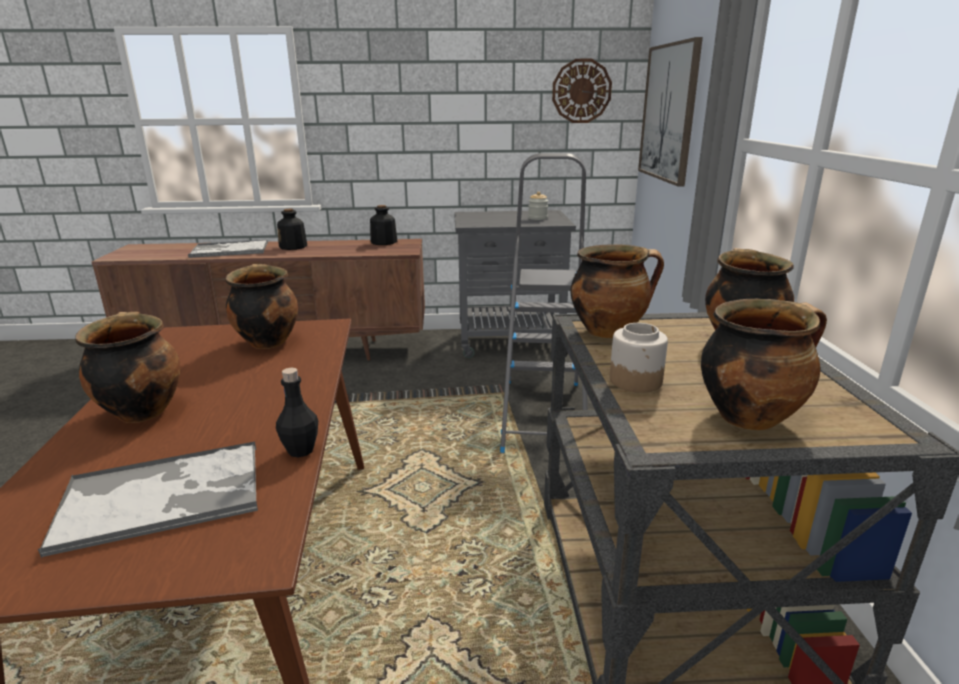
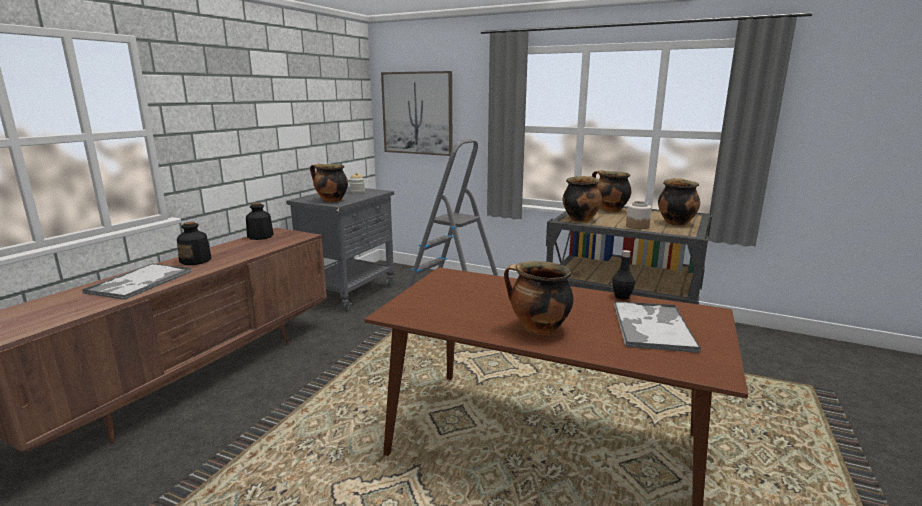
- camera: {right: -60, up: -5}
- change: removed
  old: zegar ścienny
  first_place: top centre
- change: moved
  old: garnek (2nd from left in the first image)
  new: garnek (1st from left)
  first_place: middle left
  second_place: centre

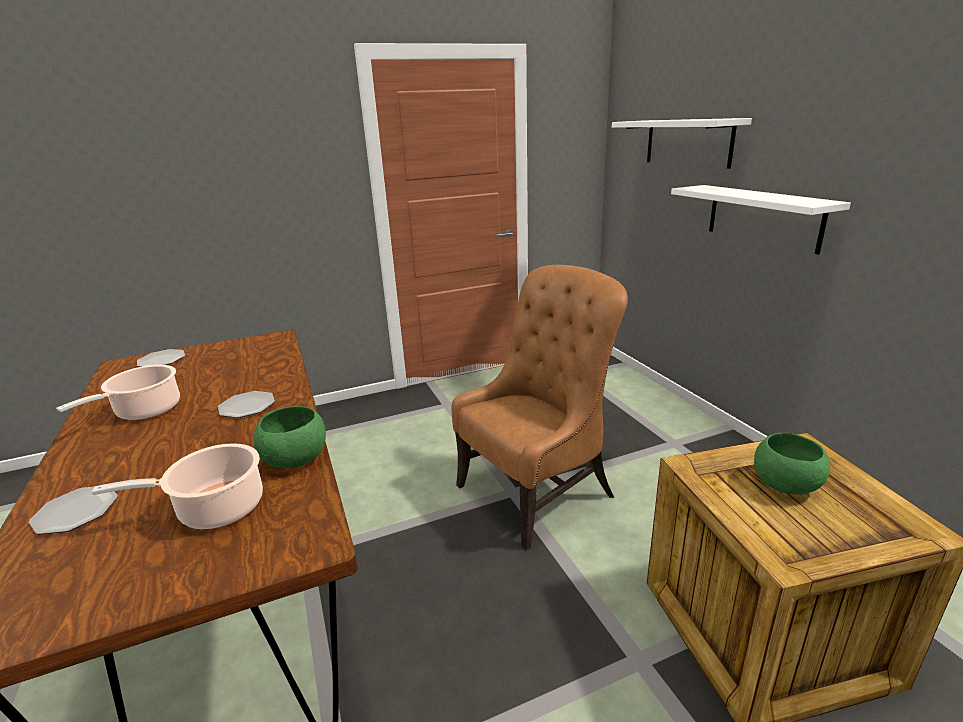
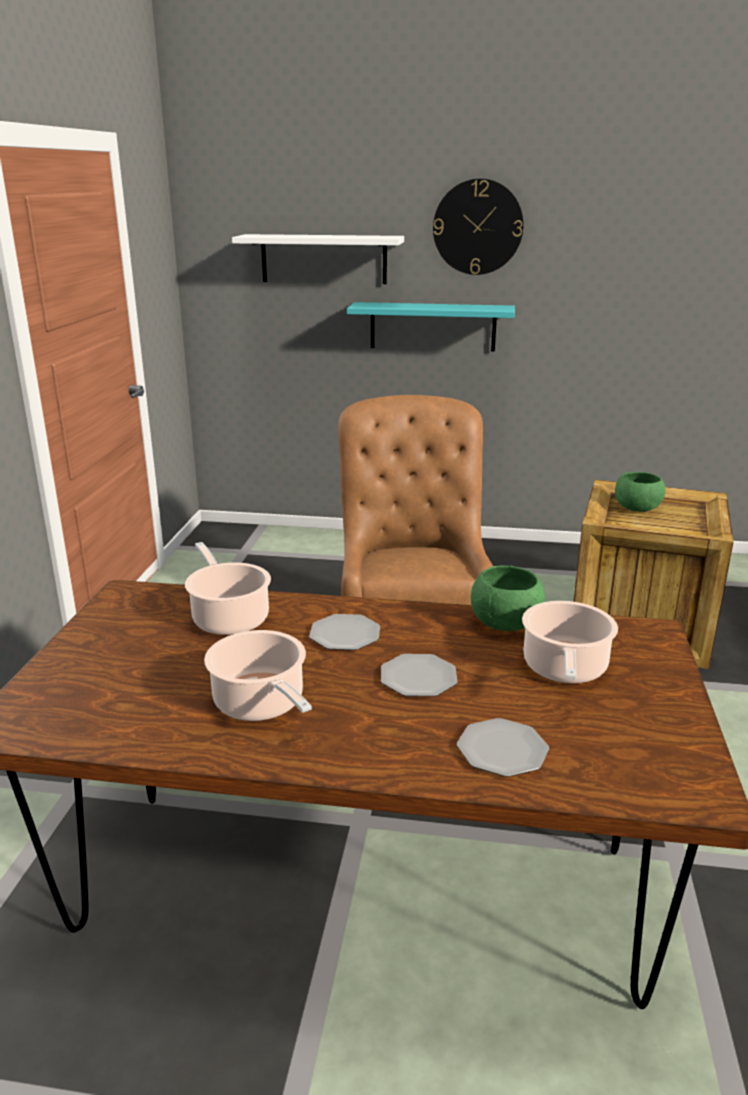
- camera: {right: -60, up: 0}
- change: recoloured
  old: półka (biały) (2nd from left)
  new: półka (turkusowy)
  first_place: top right
  second_place: top centre
- change: moved
  old: talerz (2nd from left)
  first_place: middle left
  second_place: centre
- change: added
  new: zegar ścienny
  second_place: top centre
- change: added
  new: garnek (1st from left)
  second_place: middle left

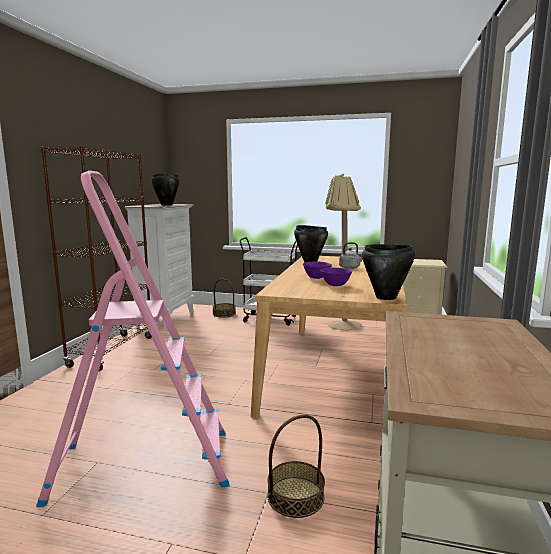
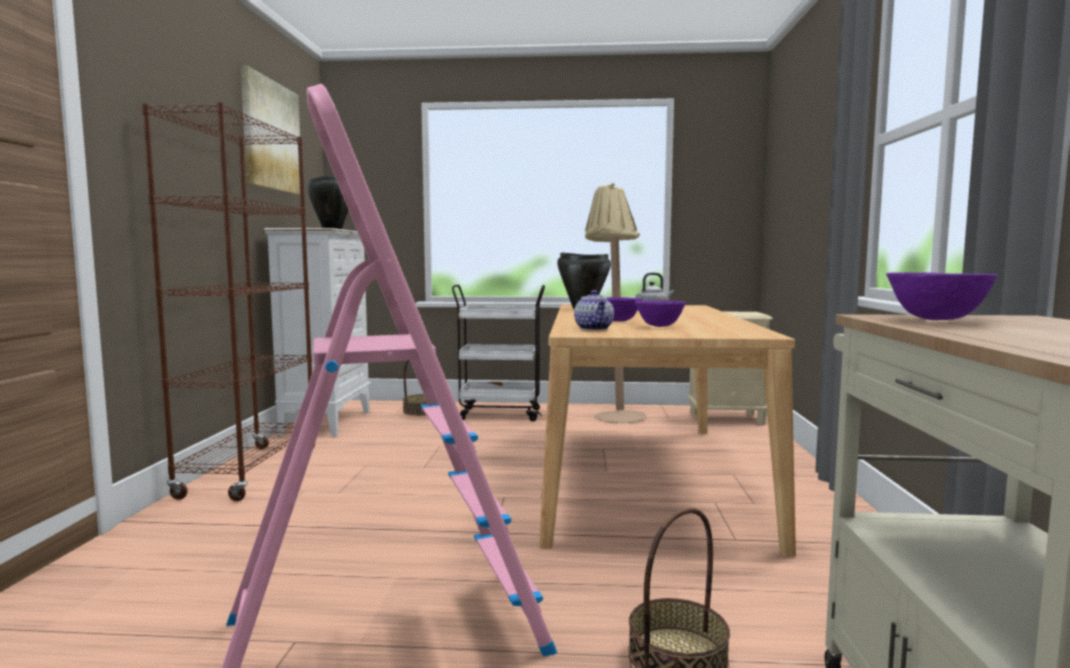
- camera: {right: -10, up: -5}
- change: removed
  old: garnek (czarny) (3rd from left)
  first_place: middle right
- change: added
  new: obraz
  second_place: top left
- change: added
  new: miska (fioletowy) (3rd from left)
  second_place: middle right
- change: added
  new: imbryk
  second_place: centre

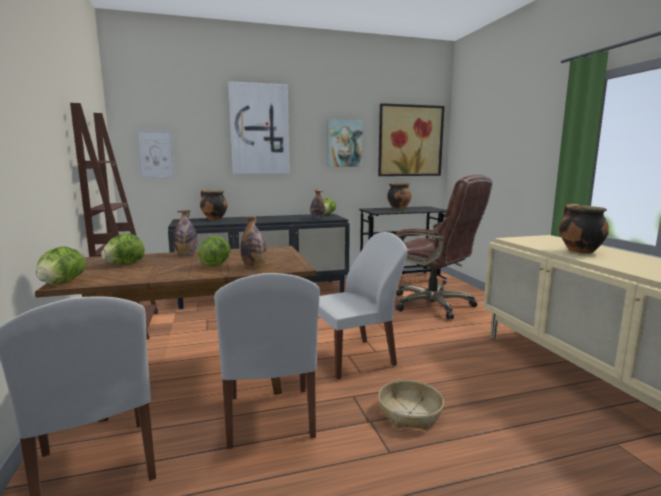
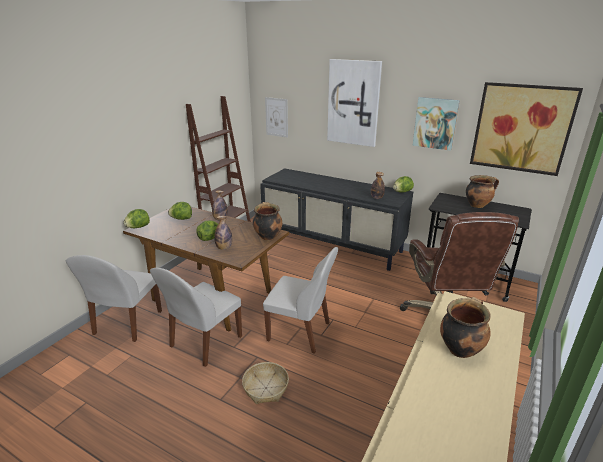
- camera: {right: 45, up: 15}
- change: moved
  old: garnek (1st from left)
  first_place: middle left
  second_place: centre

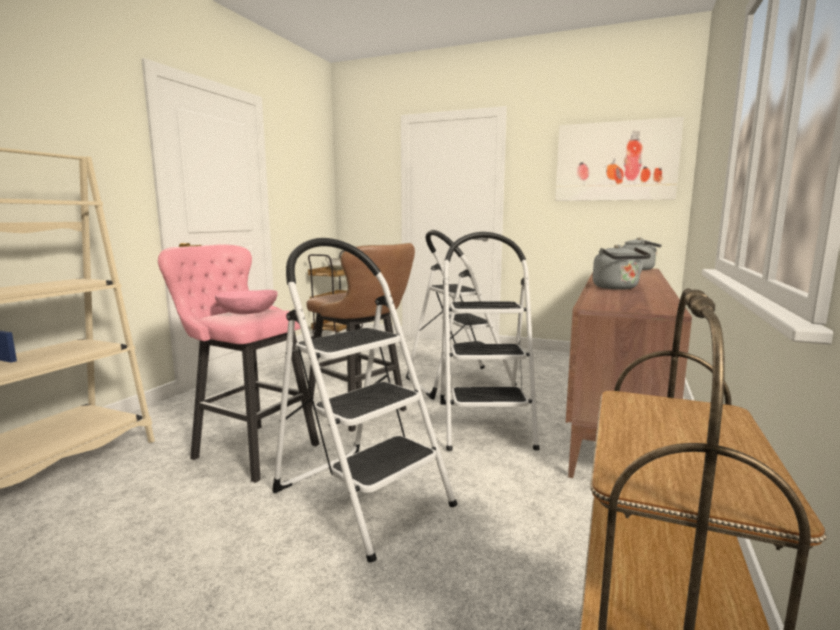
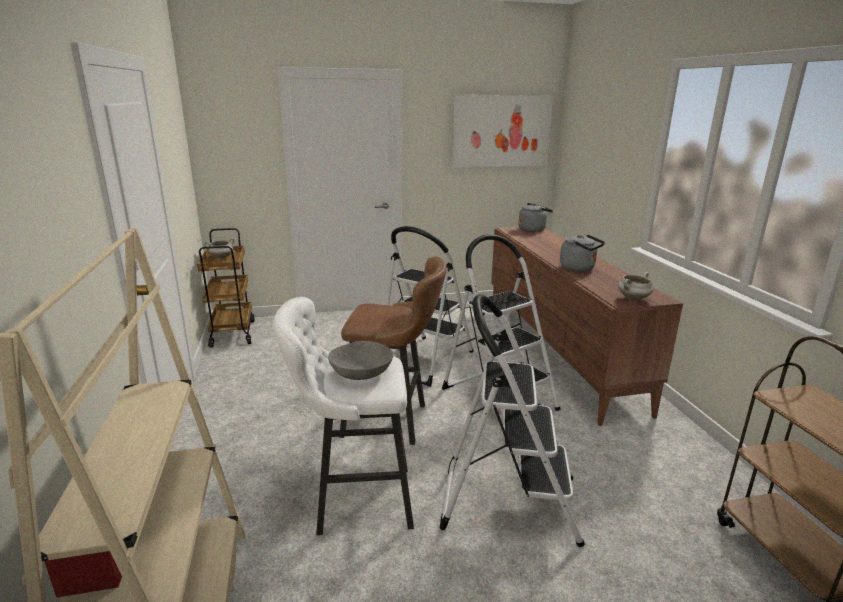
- camera: {right: -35, up: 10}
- change: recoloured
  old: stołek (różowy)
  new: stołek (biały)
  first_place: middle left
  second_place: bottom centre
- change: recoloured
  old: miska (różowy)
  new: miska (szary)
  first_place: middle left
  second_place: centre
- change: added
  new: garnek (biały) (2nd from left)
  second_place: middle right

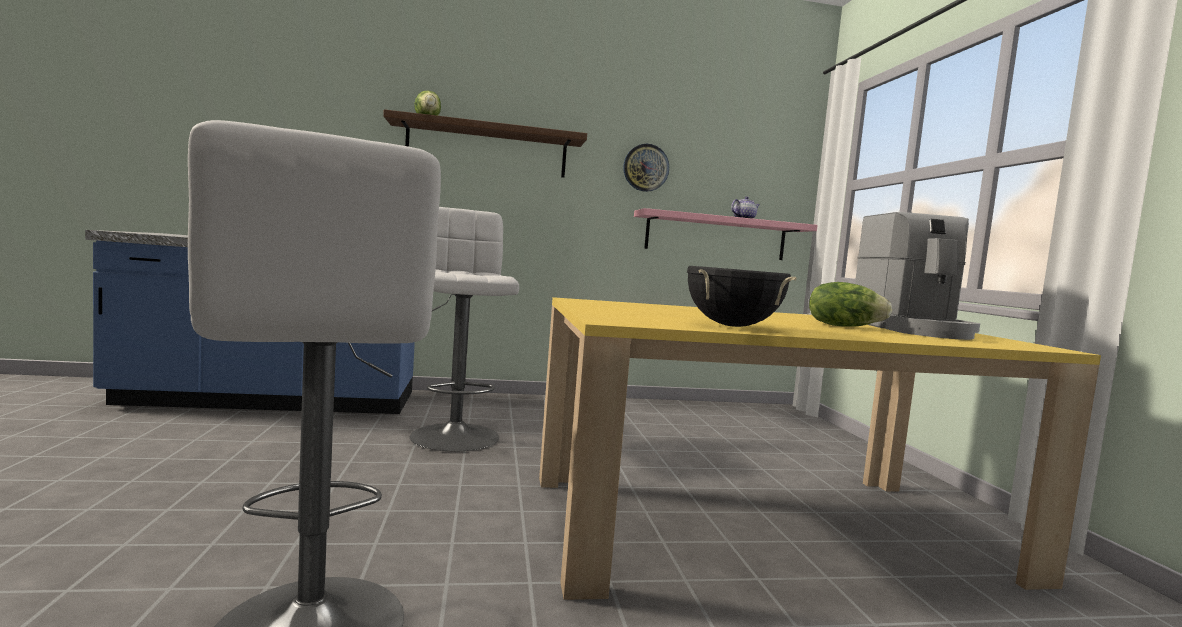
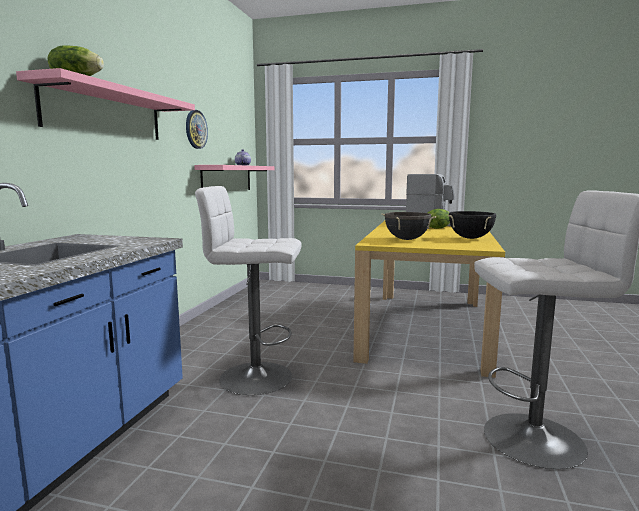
- camera: {right: -65, up: 5}
- change: recoloured
  old: półka (brązowy)
  new: półka (różowy) (1st from left)
  first_place: top centre
  second_place: top left
- change: added
  new: garnek (czarny) (1st from left)
  second_place: centre

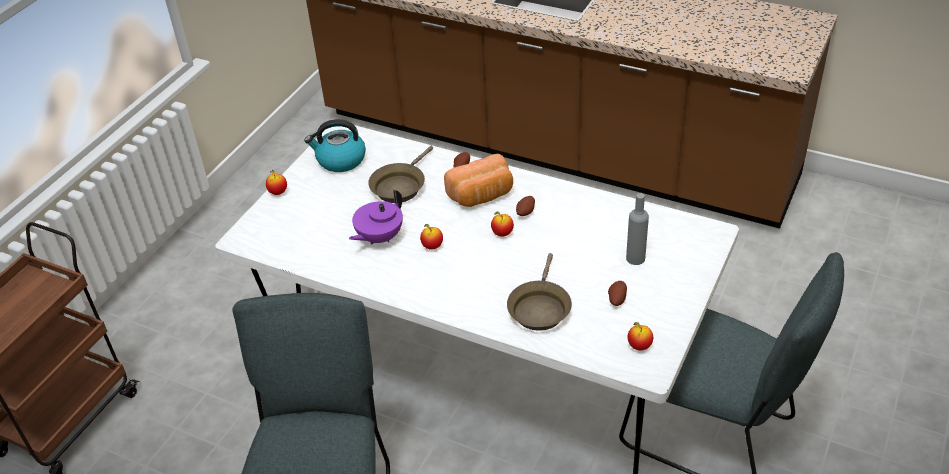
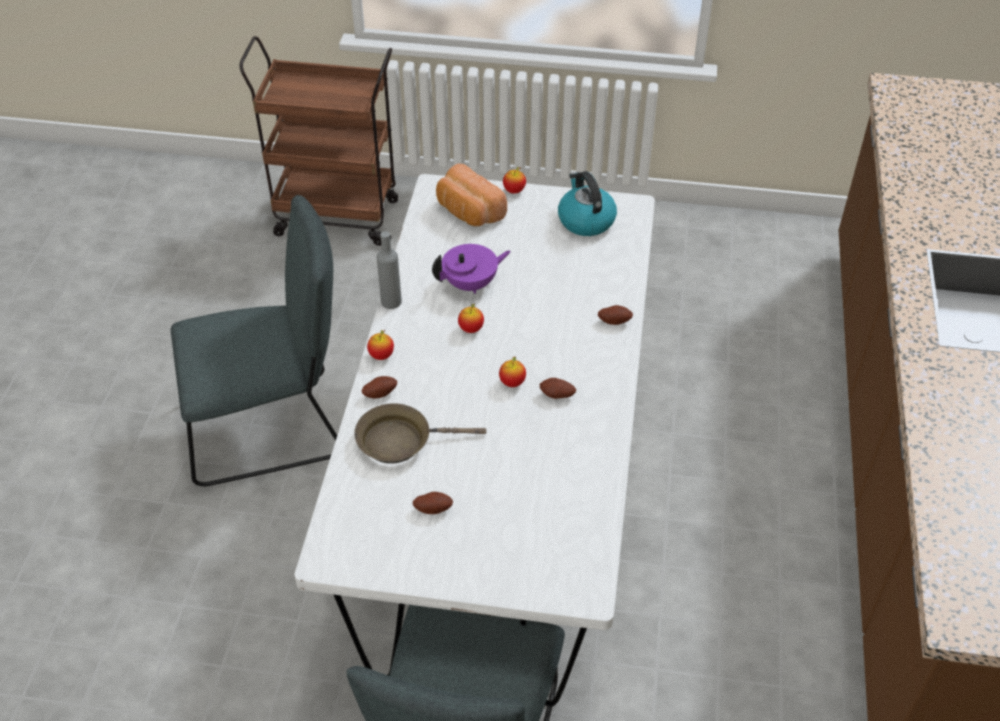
- camera: {right: 70, up: 5}
- change: removed
  old: patelnia (brązowy) (1st from left)
  first_place: centre
- change: moved
  old: chleb
  first_place: centre
  second_place: top centre
- change: turned
  old: imbryk (fioletowy)
  first_place: centre
  second_place: centre
  degrees: 135
- change: moved
  old: butelka (szary)
  first_place: middle right
  second_place: centre
- change: moved
  old: jabłko (4th from left in the first image)
  new: jabłko (1st from left)
  first_place: bottom right
  second_place: centre
- change: added
  new: ziemniak (1st from left)
  second_place: centre

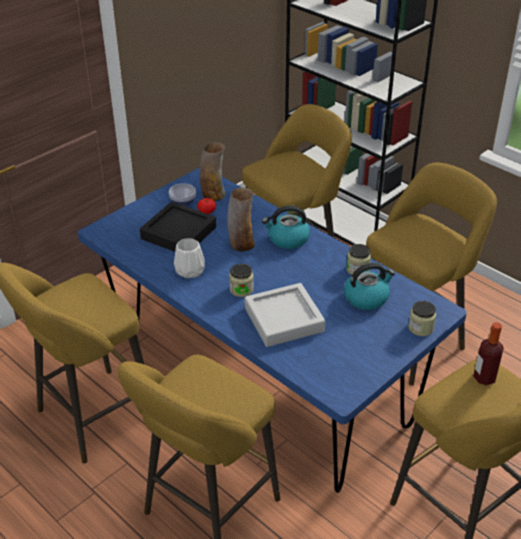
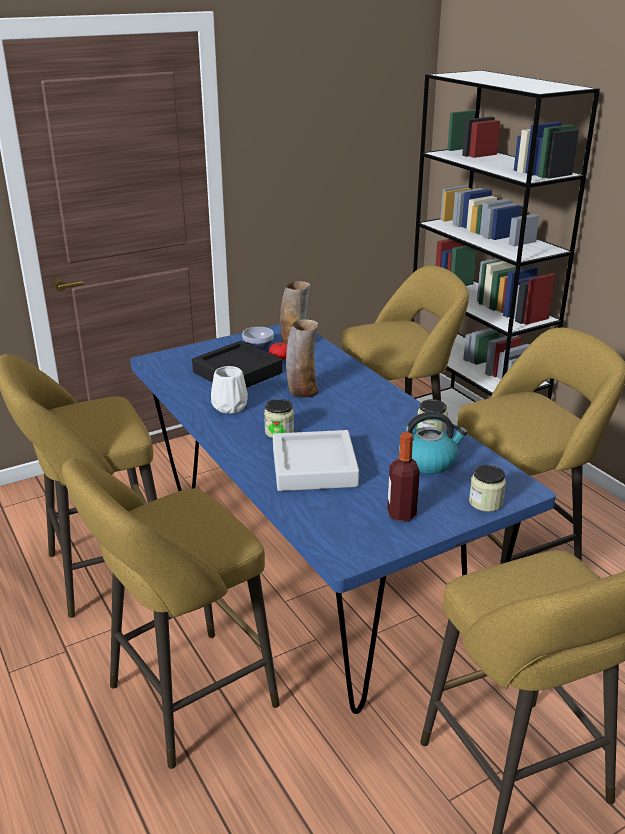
- camera: {right: 15, up: -10}
- change: removed
  old: czajnik (1st from left)
  first_place: centre
- change: moved
  old: butelka
  first_place: middle right
  second_place: centre

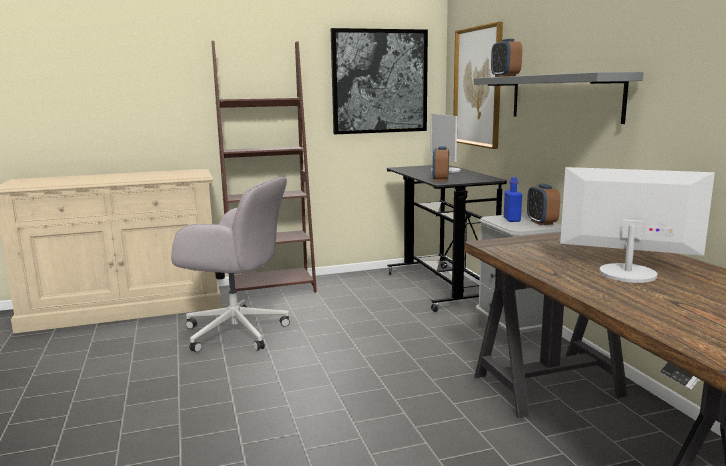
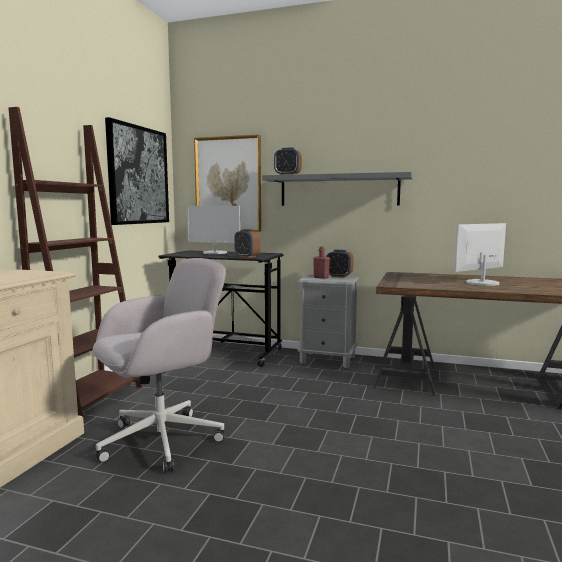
- camera: {right: -55, up: -5}
- change: recoloured
  old: butelka (niebieski)
  new: butelka (czerwony)
  first_place: middle right
  second_place: centre

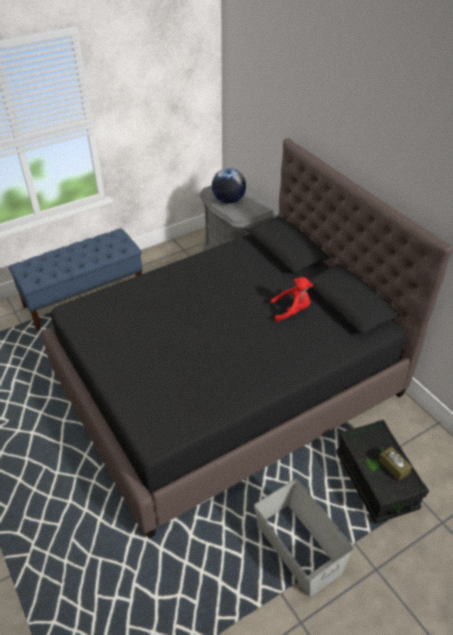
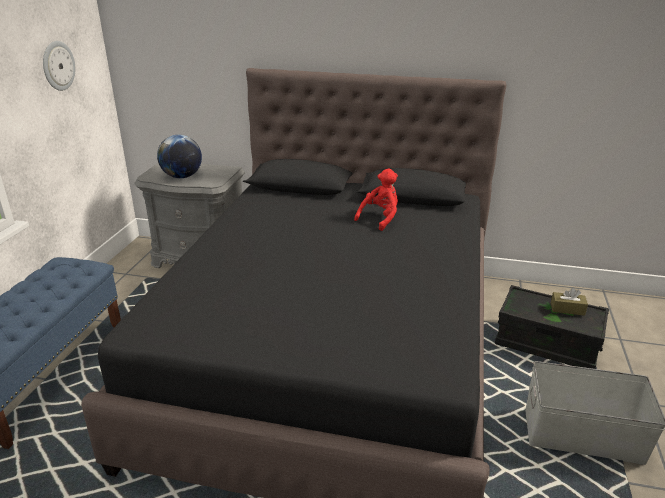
- camera: {right: -45, up: -15}
- change: added
  new: zegar ścienny
  second_place: top left

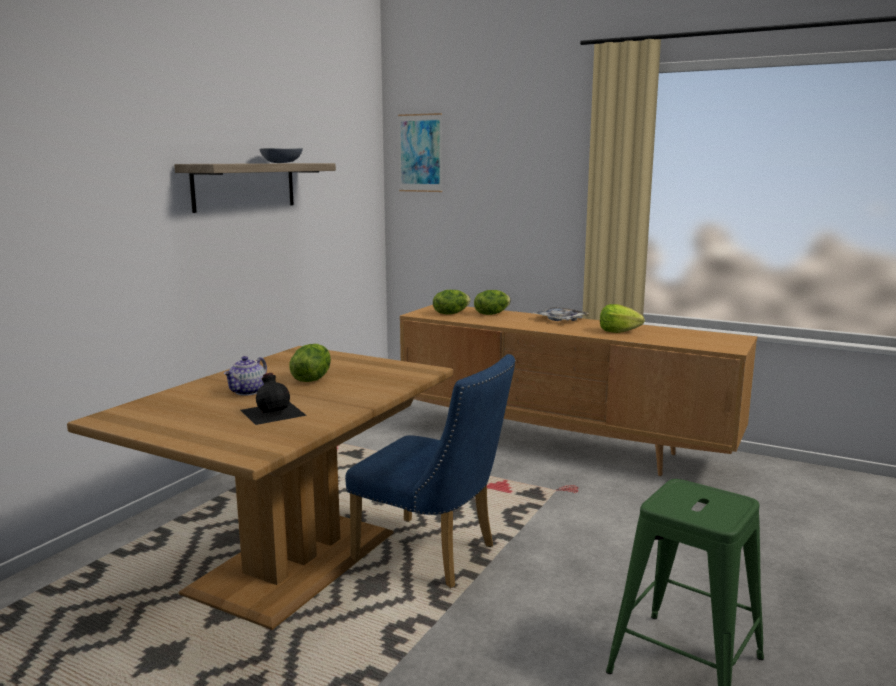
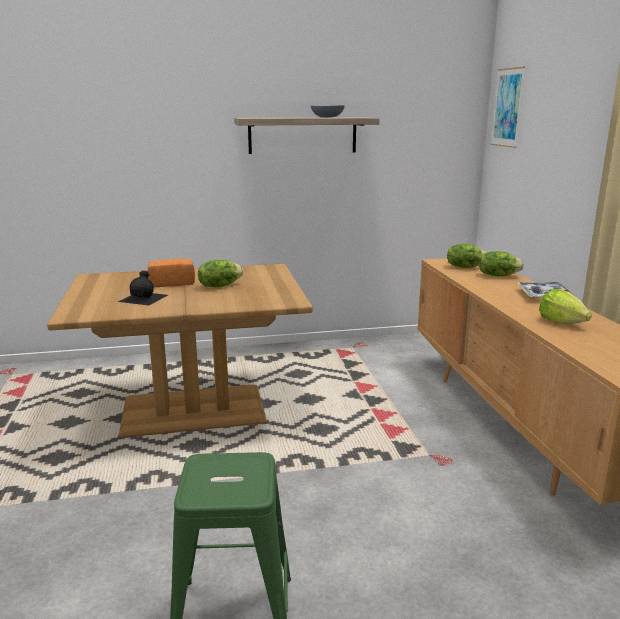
- camera: {right: 50, up: 5}
- change: removed
  old: krzesło (niebieski)
  first_place: bottom centre
- change: replaced
  old: imbryk
  new: chleb
  first_place: middle left
  second_place: middle left

